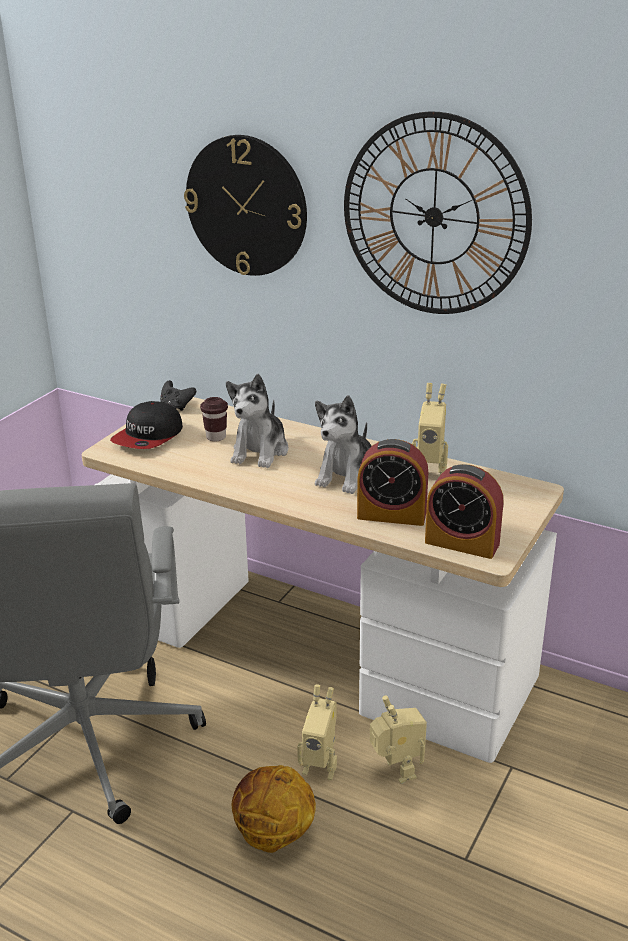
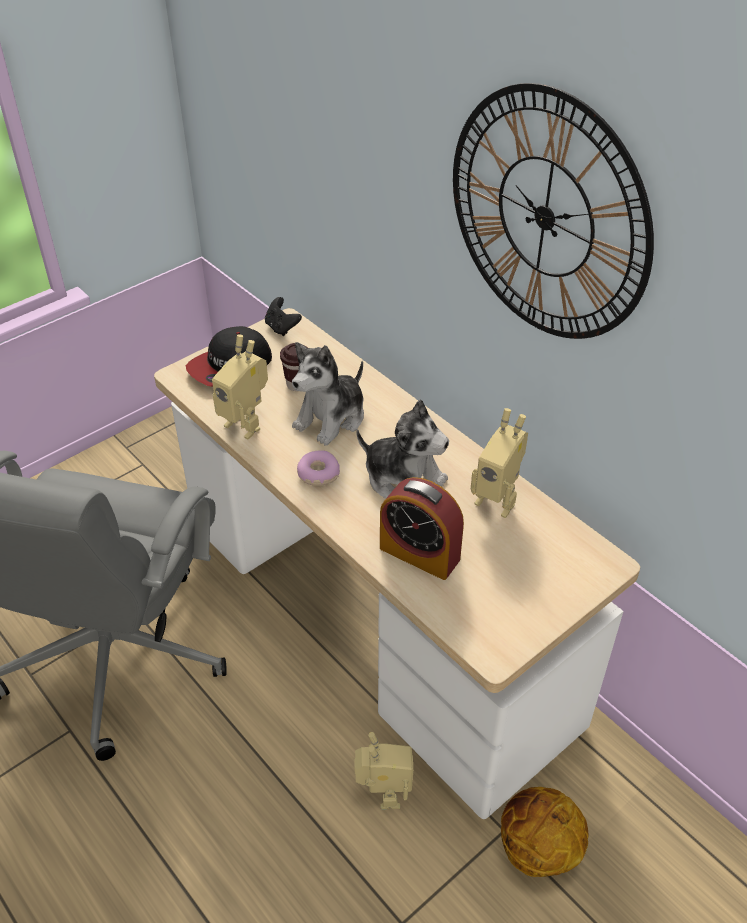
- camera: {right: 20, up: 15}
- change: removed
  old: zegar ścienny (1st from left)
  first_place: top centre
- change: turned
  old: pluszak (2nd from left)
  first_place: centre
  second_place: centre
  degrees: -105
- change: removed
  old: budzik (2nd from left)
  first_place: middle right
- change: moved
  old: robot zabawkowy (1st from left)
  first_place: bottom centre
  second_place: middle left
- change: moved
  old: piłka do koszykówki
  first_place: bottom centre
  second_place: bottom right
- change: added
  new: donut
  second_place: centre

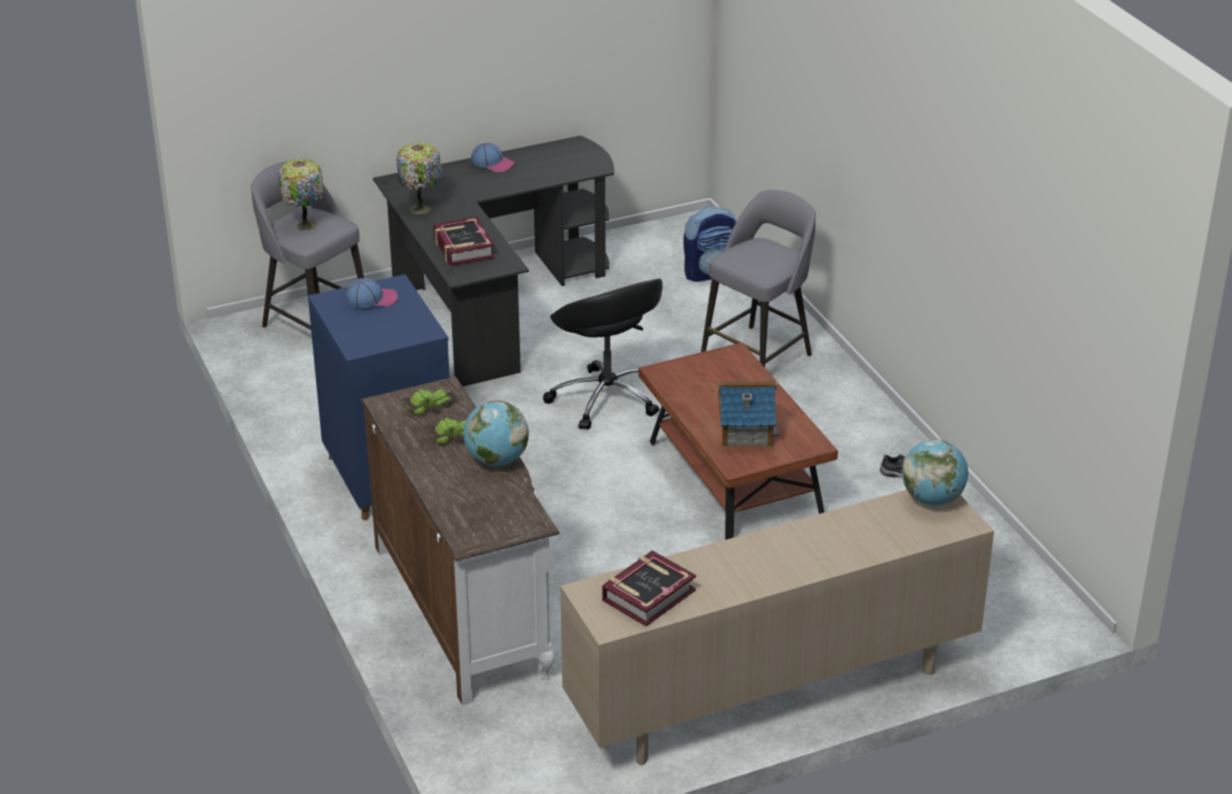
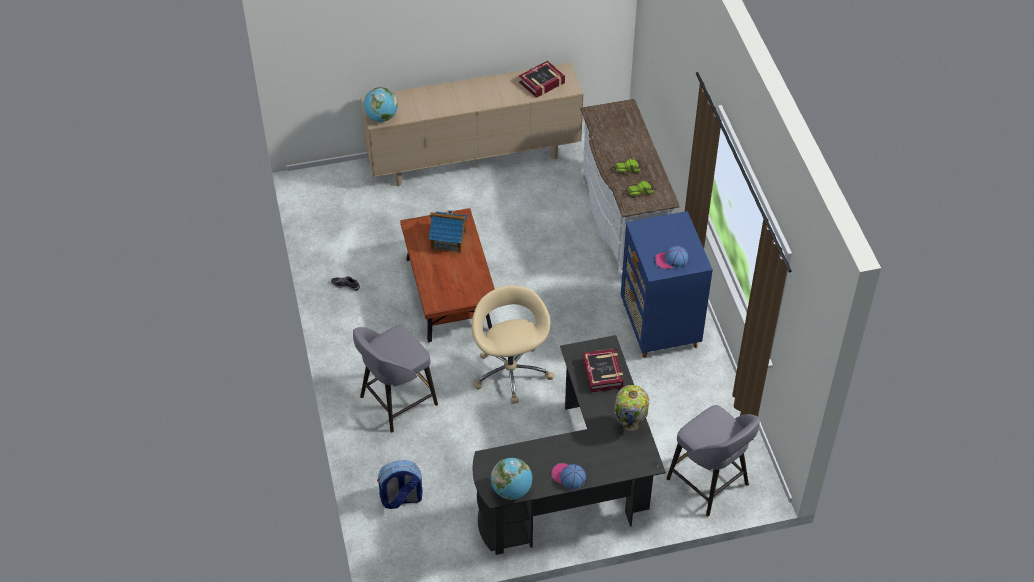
- camera: {right: -170, up: 15}
- change: removed
  old: lampa stołowa (1st from left)
  first_place: top left
- change: recoloured
  old: krzesło biurowe (czarny)
  new: krzesło biurowe (beżowy)
  first_place: centre
  second_place: centre
- change: moved
  old: globus (1st from left in the first image)
  new: globus (2nd from left)
  first_place: centre
  second_place: bottom centre

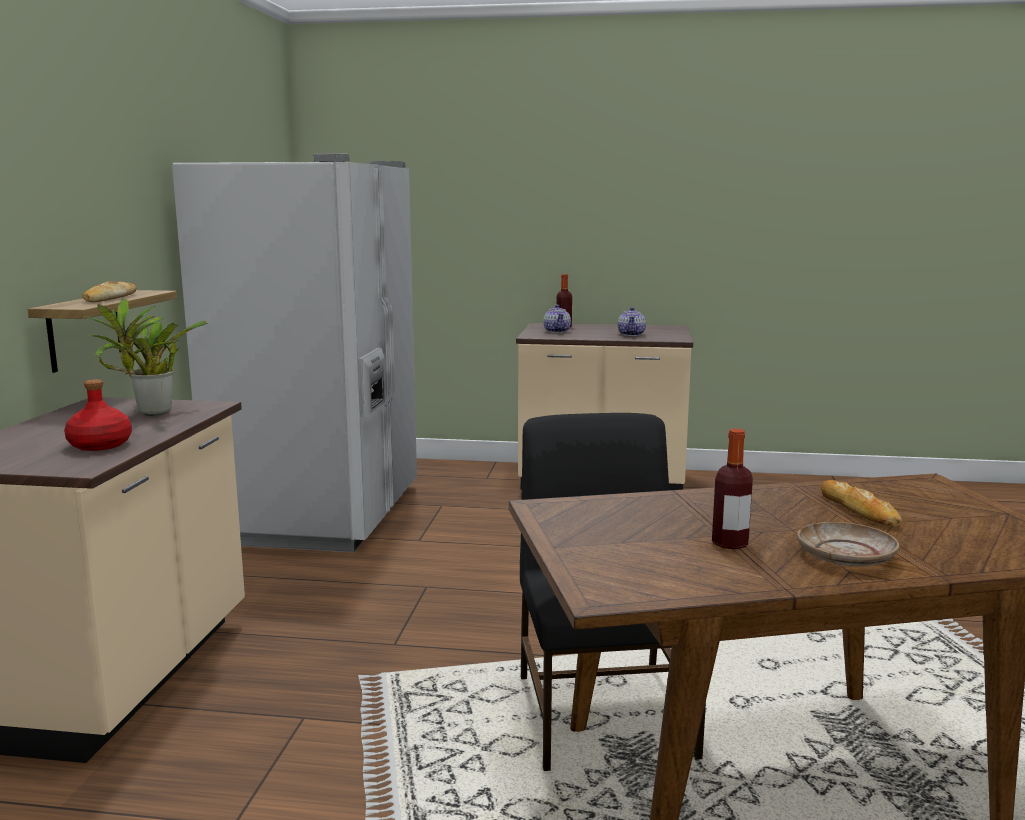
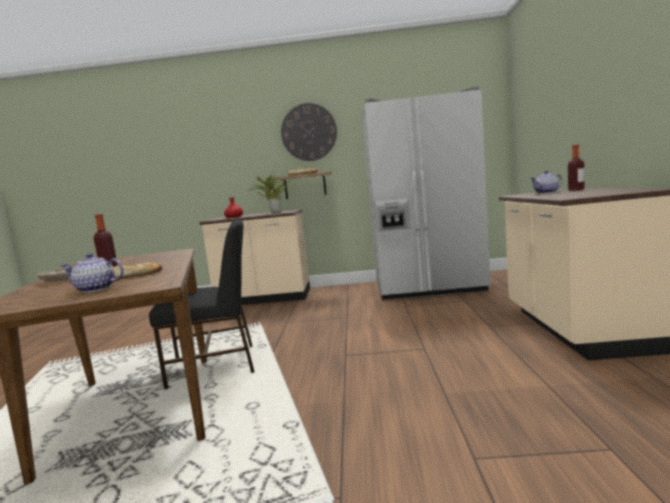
- camera: {right: 85, up: -5}
- change: moved
  old: imbryk (2nd from left in the first image)
  new: imbryk (1st from left)
  first_place: centre
  second_place: middle left
- change: added
  new: zegar ścienny
  second_place: top centre

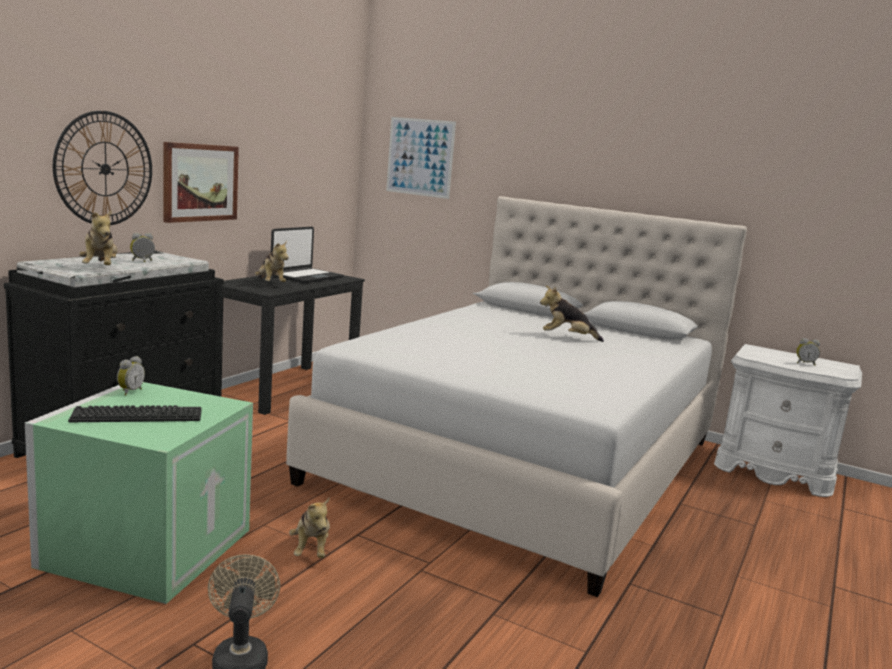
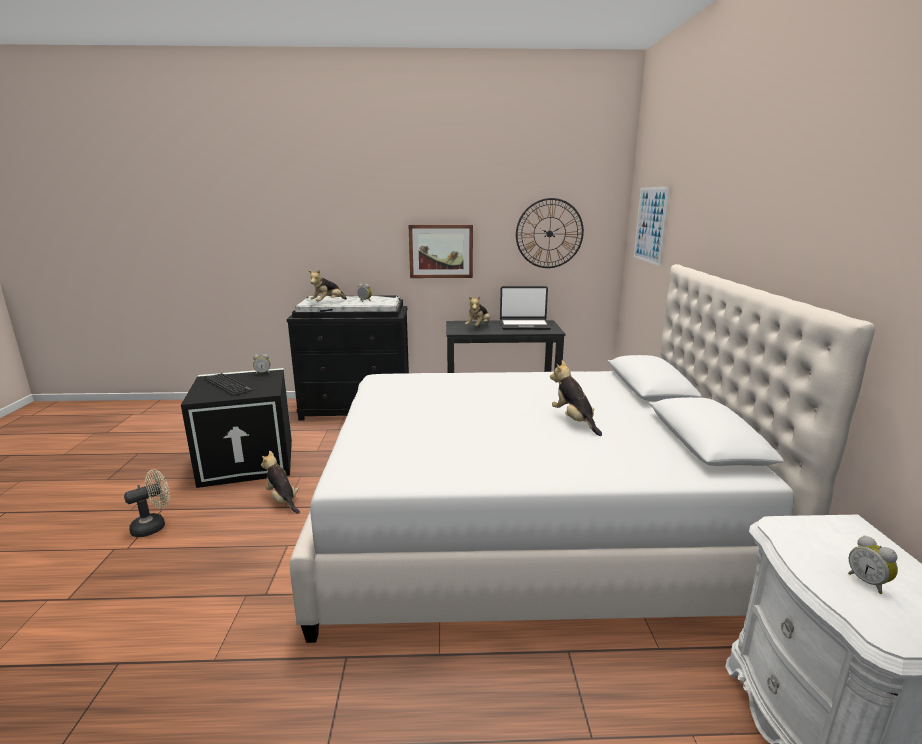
- camera: {right: 60, up: 5}
- change: moved
  old: zegar ścienny
  first_place: top left
  second_place: top centre
- change: recoloured
  old: pojemnik do przechowywania (zielony)
  new: pojemnik do przechowywania (czarny)
  first_place: bottom left
  second_place: middle left
- change: turned
  old: pluszak (3rd from left in the first image)
  first_place: bottom centre
  second_place: middle left
  degrees: 90

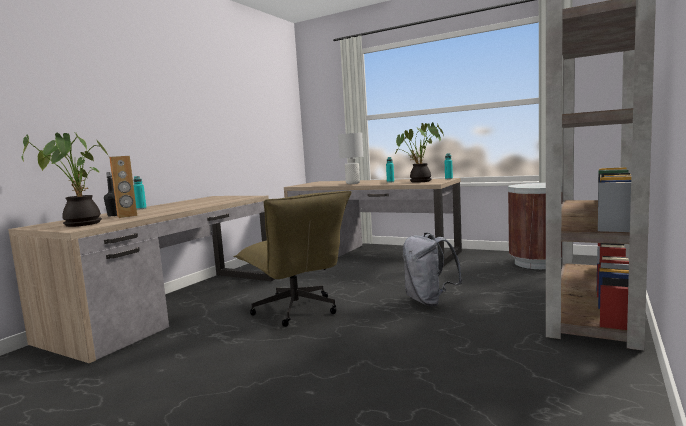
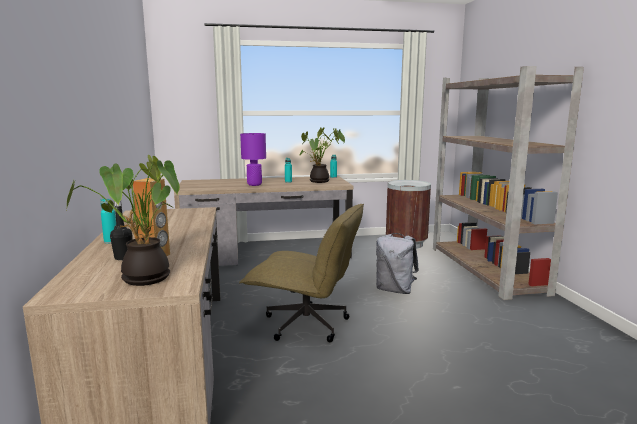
- camera: {right: -40, up: 5}
- change: recoloured
  old: lampa stołowa (szary)
  new: lampa stołowa (fioletowy)
  first_place: centre
  second_place: centre

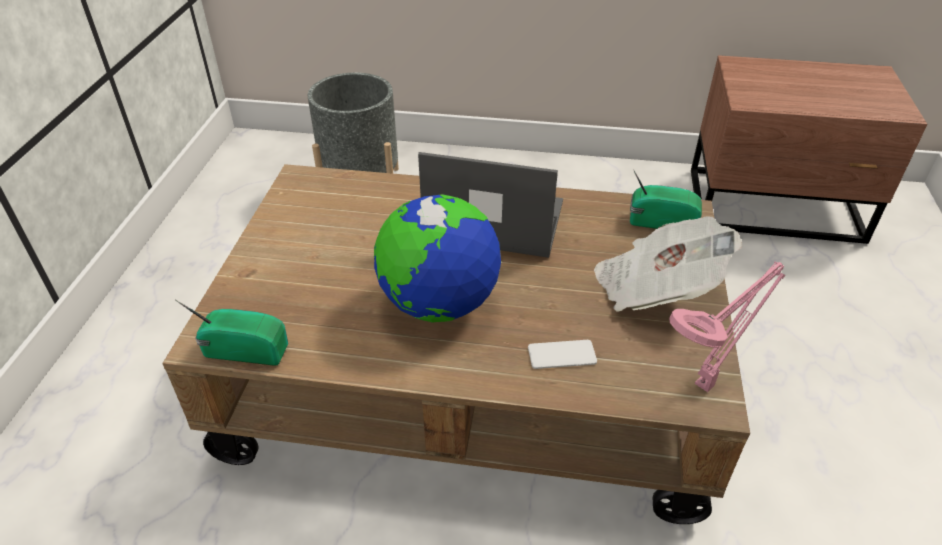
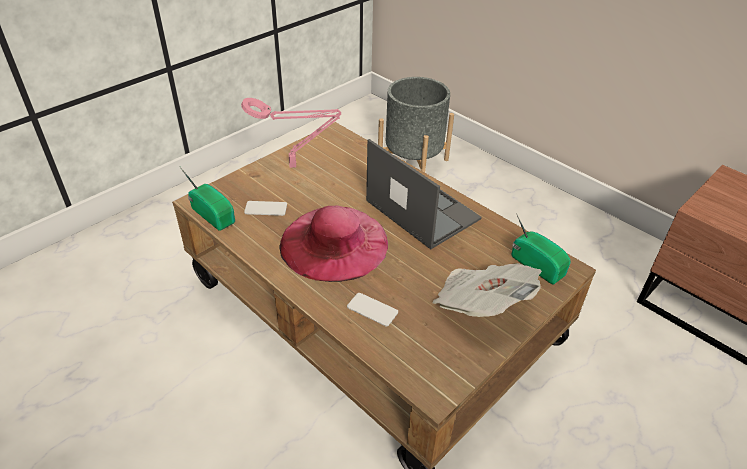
- camera: {right: 35, up: 0}
- change: replaced
  old: globus
  new: kapelusz (różowy)
  first_place: centre
  second_place: centre
- change: moved
  old: lampa stołowa (różowy)
  first_place: middle right
  second_place: top centre
- change: added
  new: telefon (1st from left)
  second_place: centre

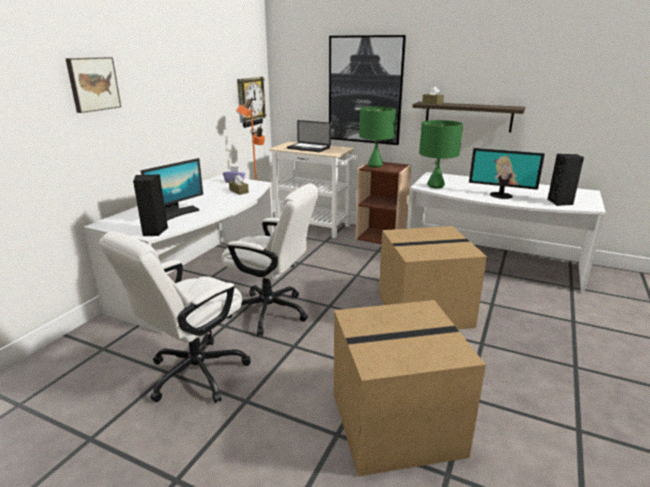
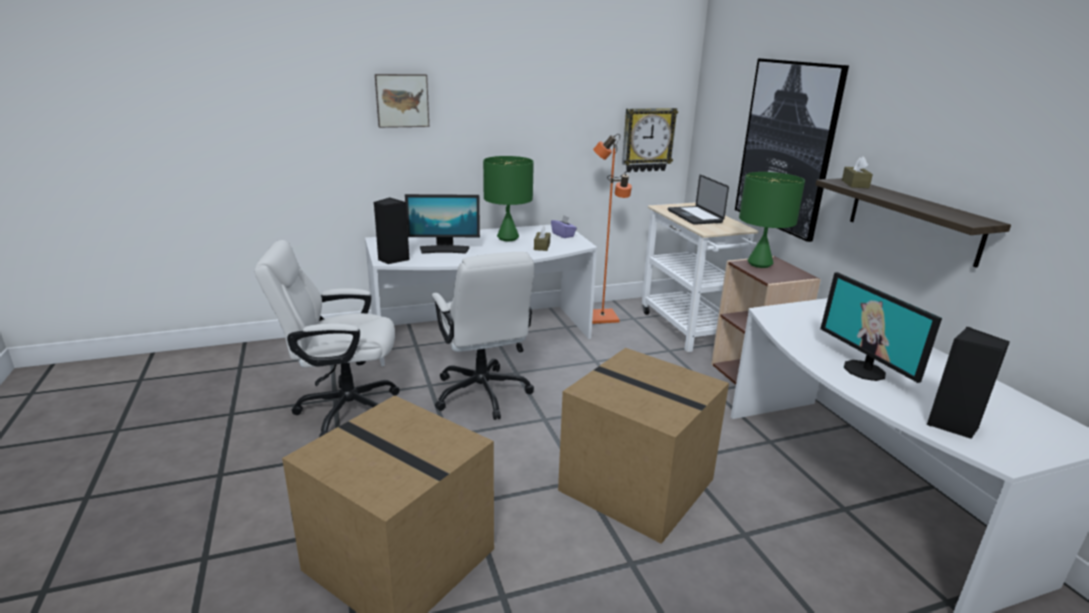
- camera: {right: 45, up: 0}
- change: moved
  old: lampa stołowa (zielony) (2nd from left in the first image)
  new: lampa stołowa (zielony) (1st from left)
  first_place: top right
  second_place: top centre

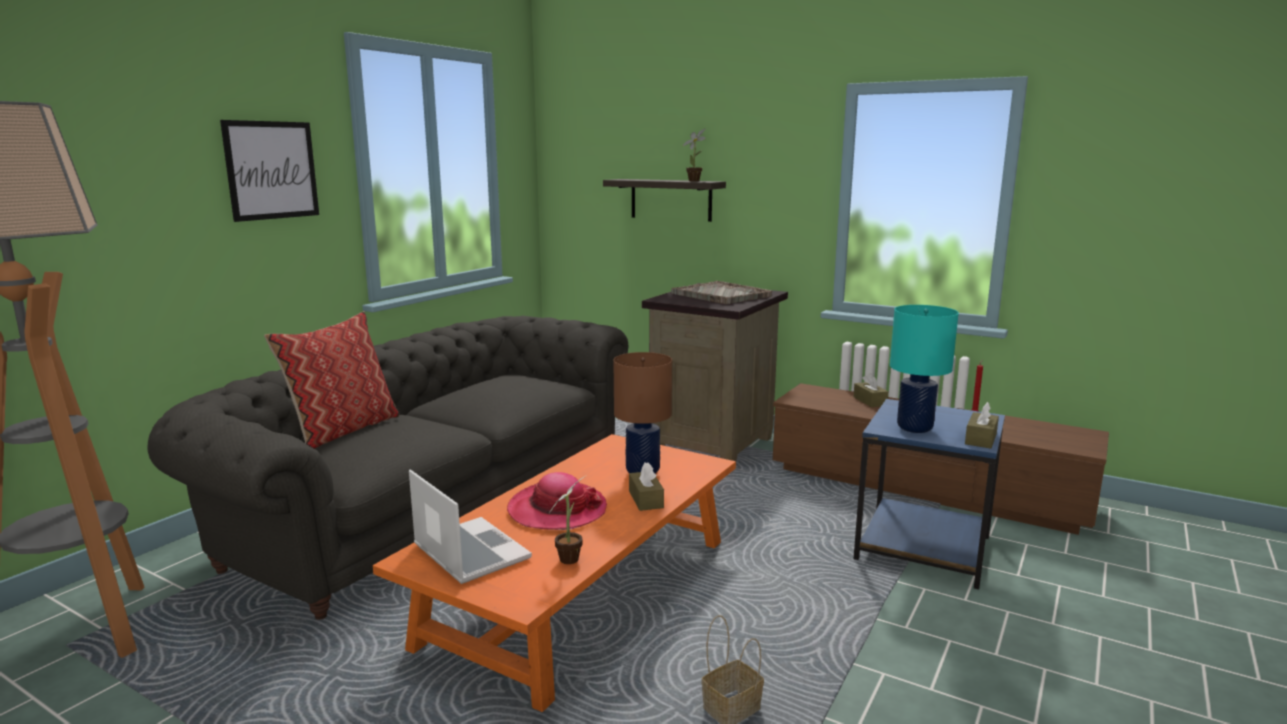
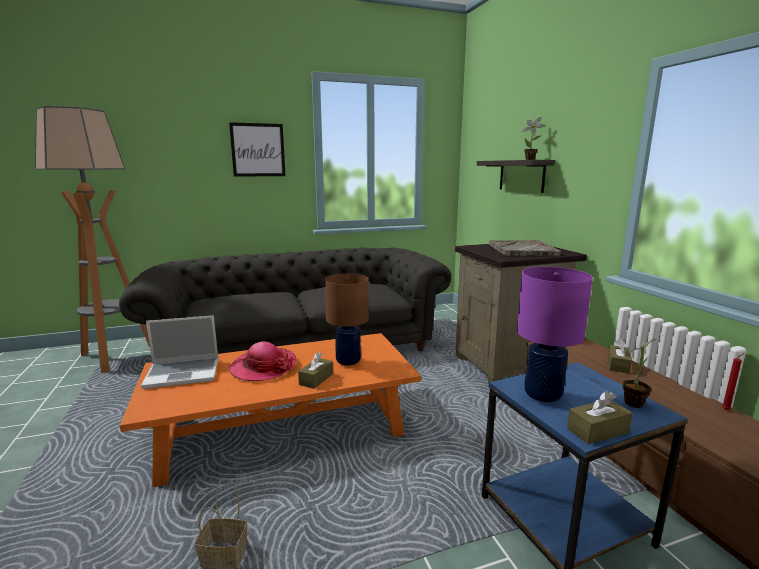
- camera: {right: 40, up: 0}
- change: recoloured
  old: lampa stołowa (turkusowy)
  new: lampa stołowa (fioletowy)
  first_place: middle right
  second_place: middle right
- change: removed
  old: poduszka
  first_place: middle left
- change: turned
  old: laptop
  first_place: bottom centre
  second_place: middle left
  degrees: 75
- change: moved
  old: roślina doniczkowa (1st from left in the first image)
  new: roślina doniczkowa (2nd from left)
  first_place: bottom centre
  second_place: middle right

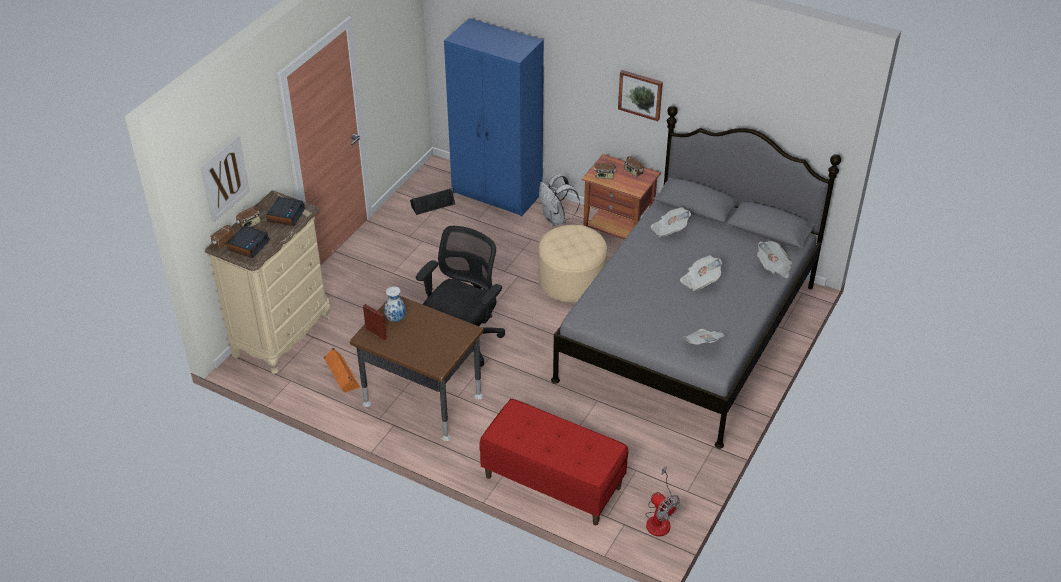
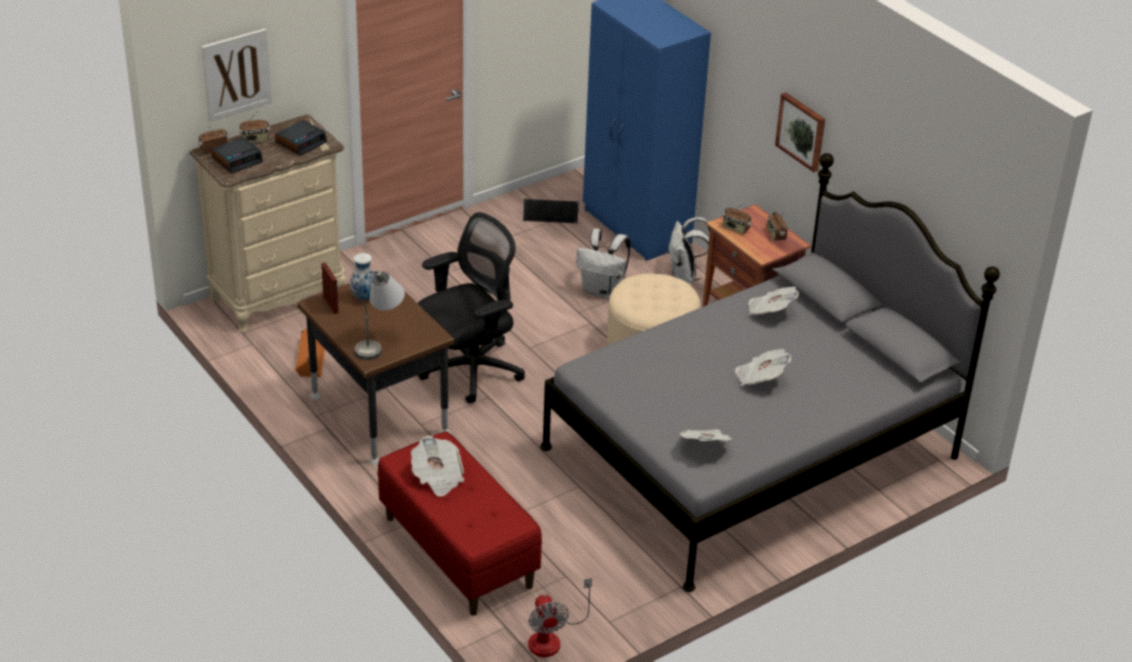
- camera: {right: 25, up: -5}
- change: moved
  old: gazeta (4th from left in the first image)
  new: gazeta (1st from left)
  first_place: middle right
  second_place: bottom centre
- change: added
  new: plecak (biały) (1st from left)
  second_place: centre
- change: added
  new: lampa stołowa (szary)
  second_place: centre

